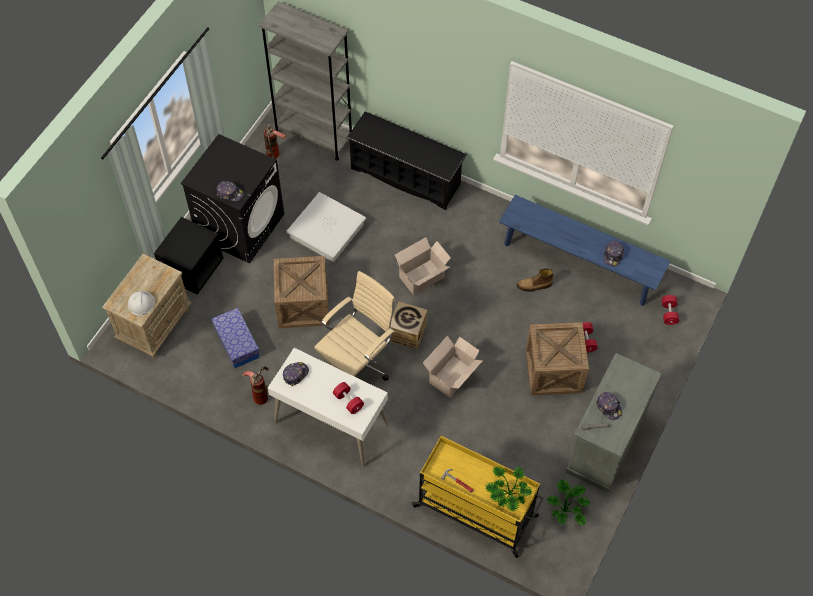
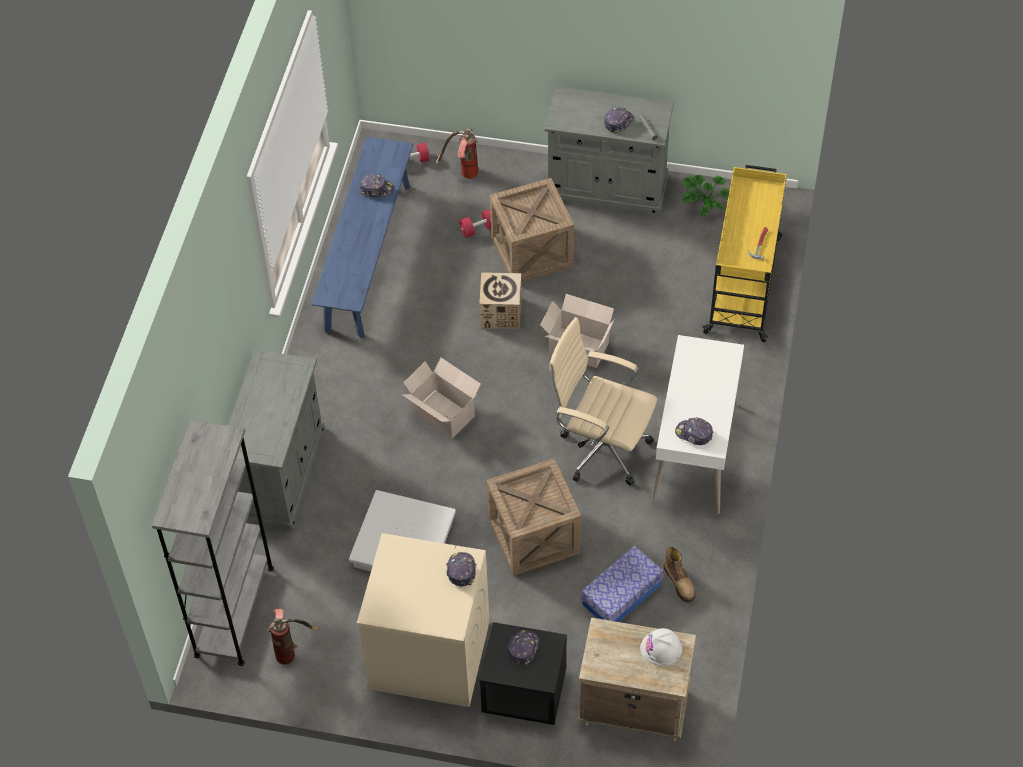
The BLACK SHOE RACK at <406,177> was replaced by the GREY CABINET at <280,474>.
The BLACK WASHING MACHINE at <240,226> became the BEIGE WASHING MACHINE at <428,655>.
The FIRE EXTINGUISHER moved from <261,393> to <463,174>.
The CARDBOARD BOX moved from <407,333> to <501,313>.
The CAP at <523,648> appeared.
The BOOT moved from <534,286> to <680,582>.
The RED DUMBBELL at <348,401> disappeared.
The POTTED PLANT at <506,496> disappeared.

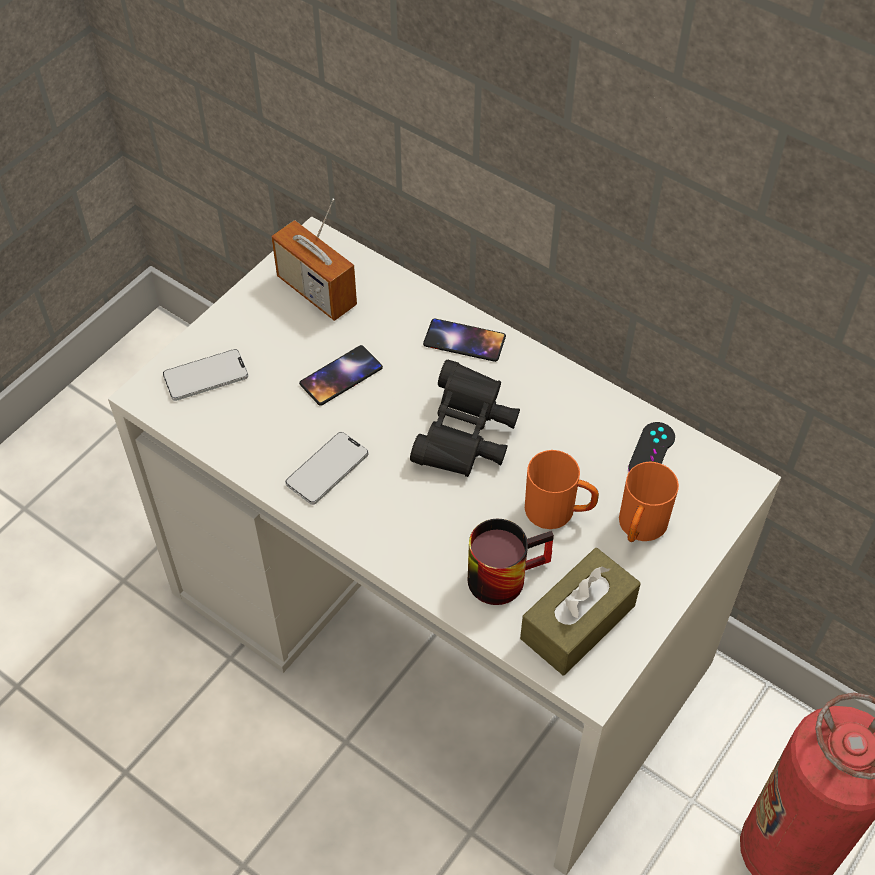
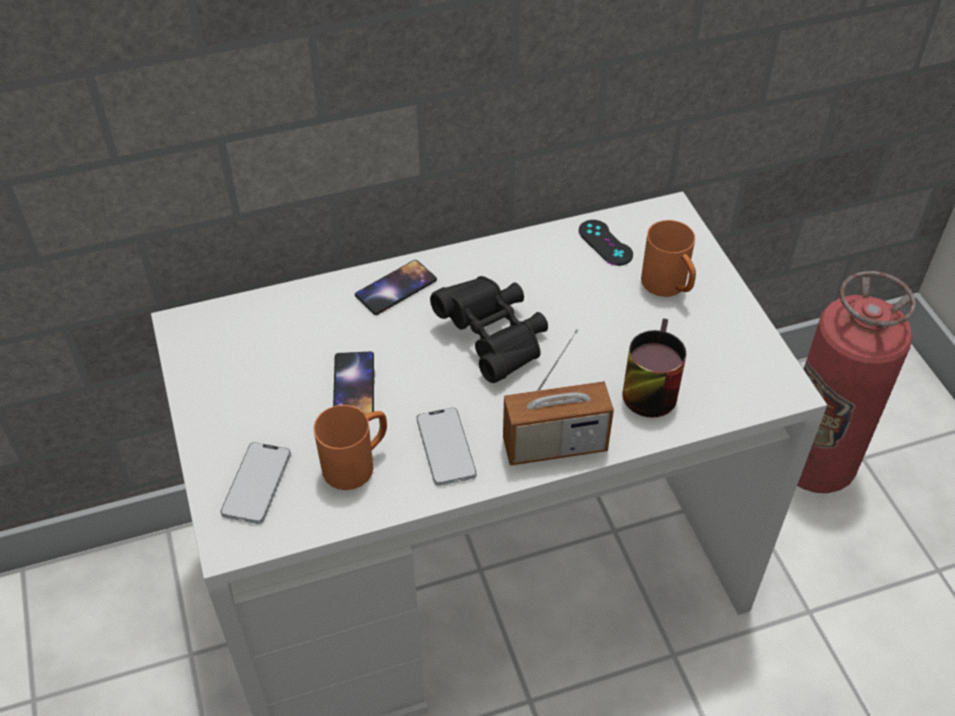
The ORANGE MUG moved from <559,512> to <357,464>.
The RADIO moved from <316,292> to <554,446>.
The BROWN TISSUE BOX at <577,622> disappeared.

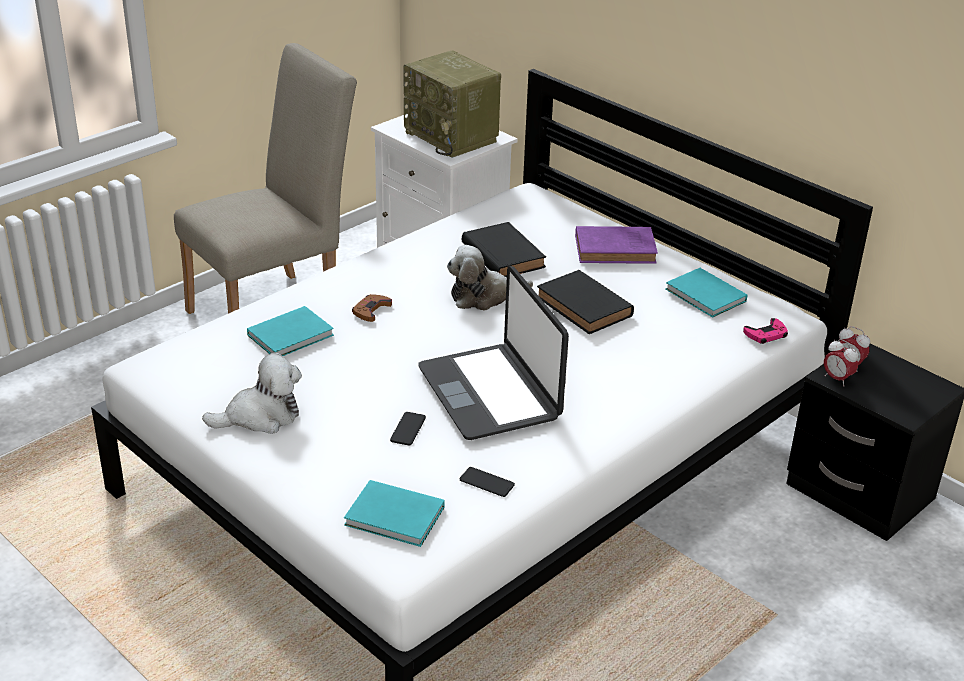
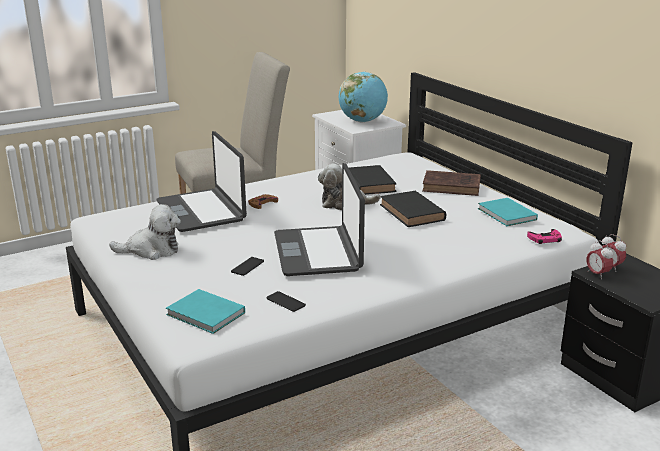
The TURQUOISE BOOK at <293,335> was replaced by the LAPTOP at <202,211>.
The RADIO at <453,137> was replaced by the GLOBE at <362,121>.
The PURPLE BOOK at <617,250> became the BROWN BOOK at <453,187>.

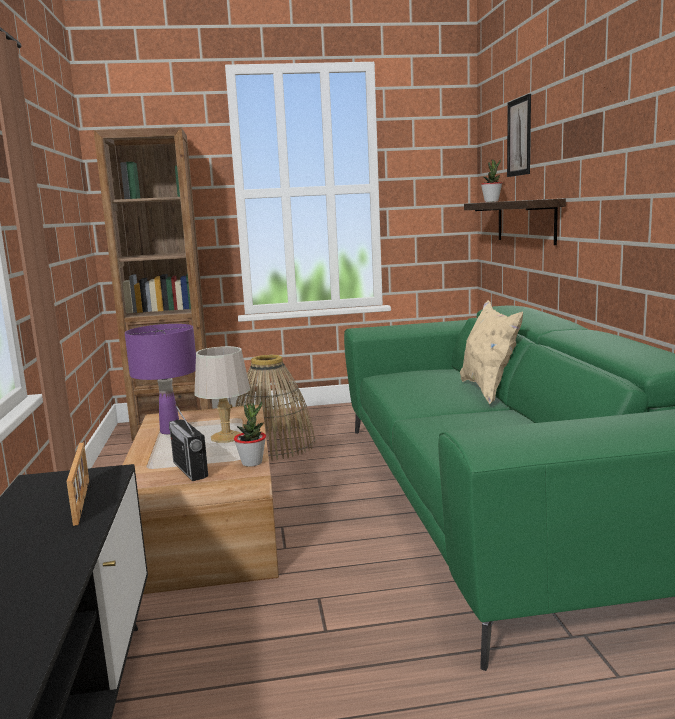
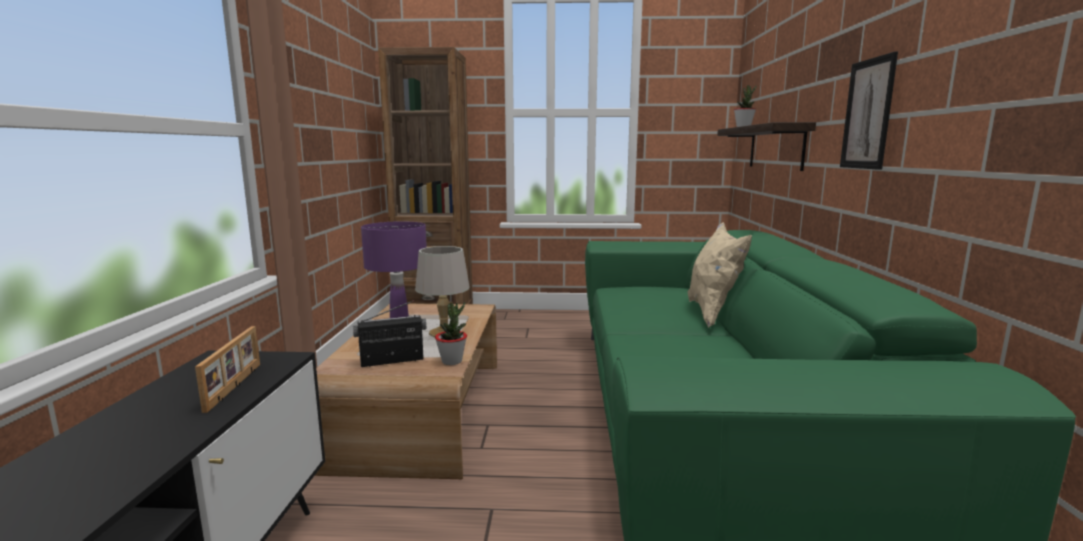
The RADIO at <190,469> turned 90 degrees clockwise.
The PICTURE moved from <519,137> to <867,114>.
The BASKET at <273,445> disappeared.

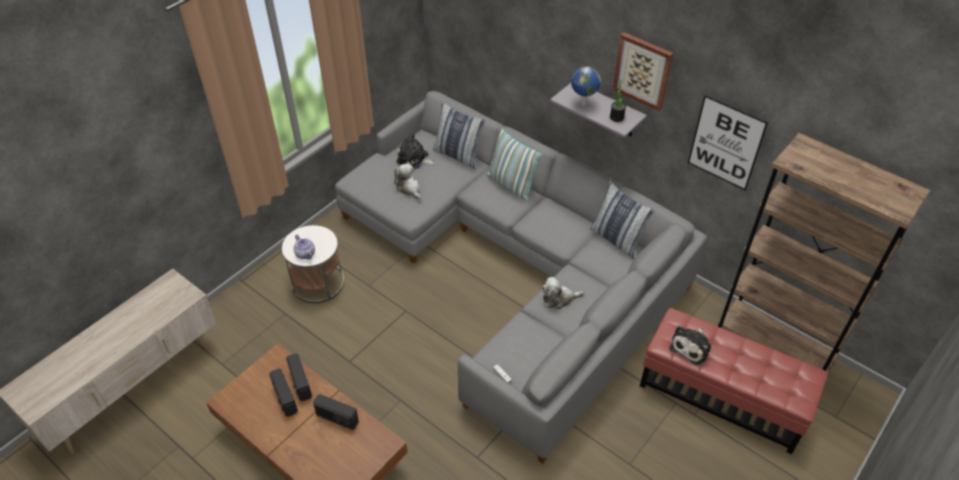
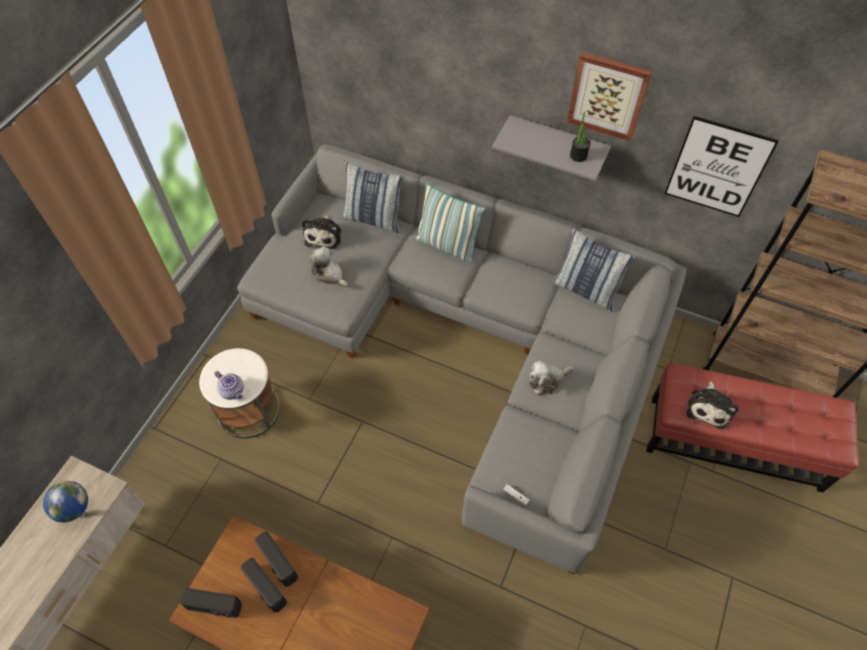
The GLOBE moved from <582,104> to <80,514>.
The RADIO moved from <337,418> to <214,606>.
The PLUSH TOY at <414,159> turned 90 degrees counterclockwise.

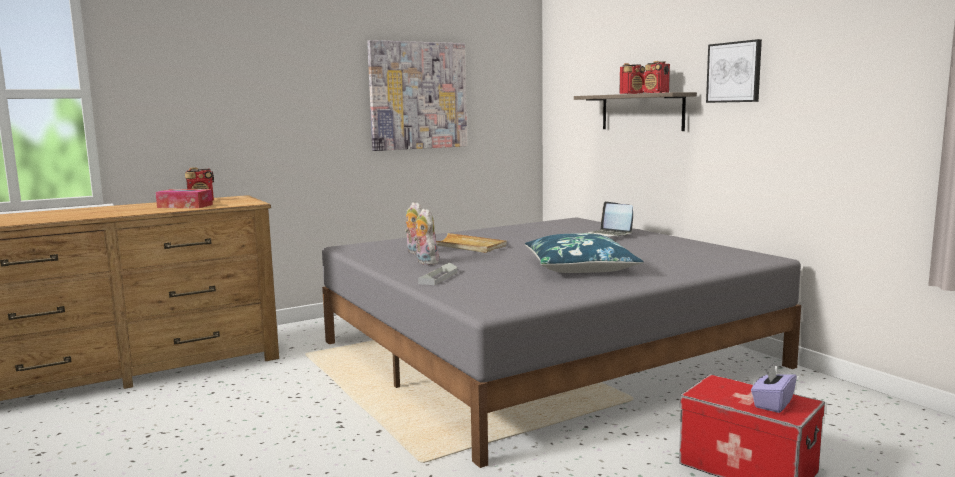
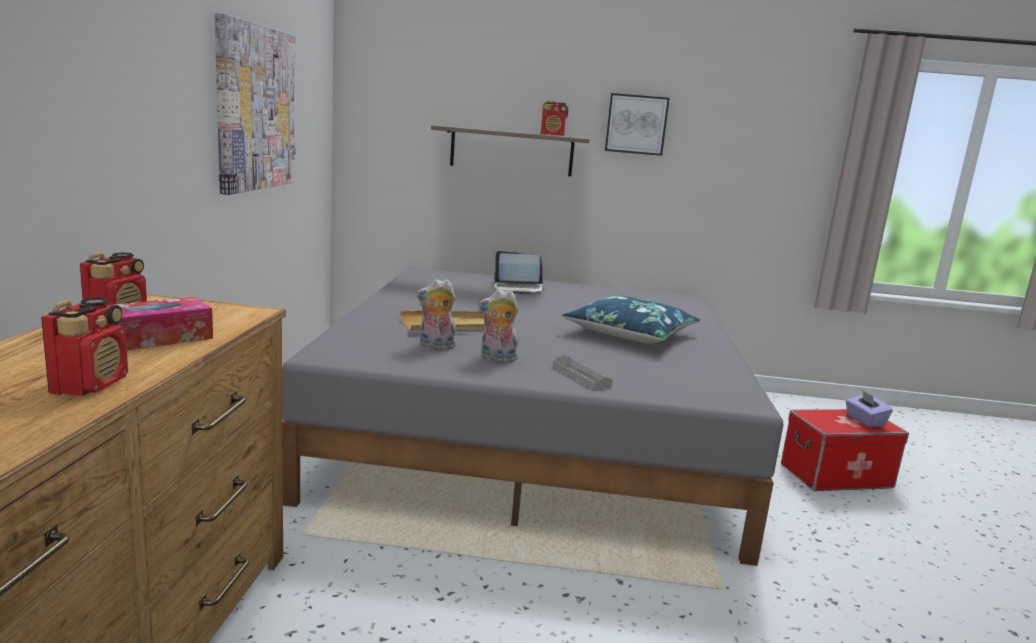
The RADIO moved from <632,93> to <91,384>.

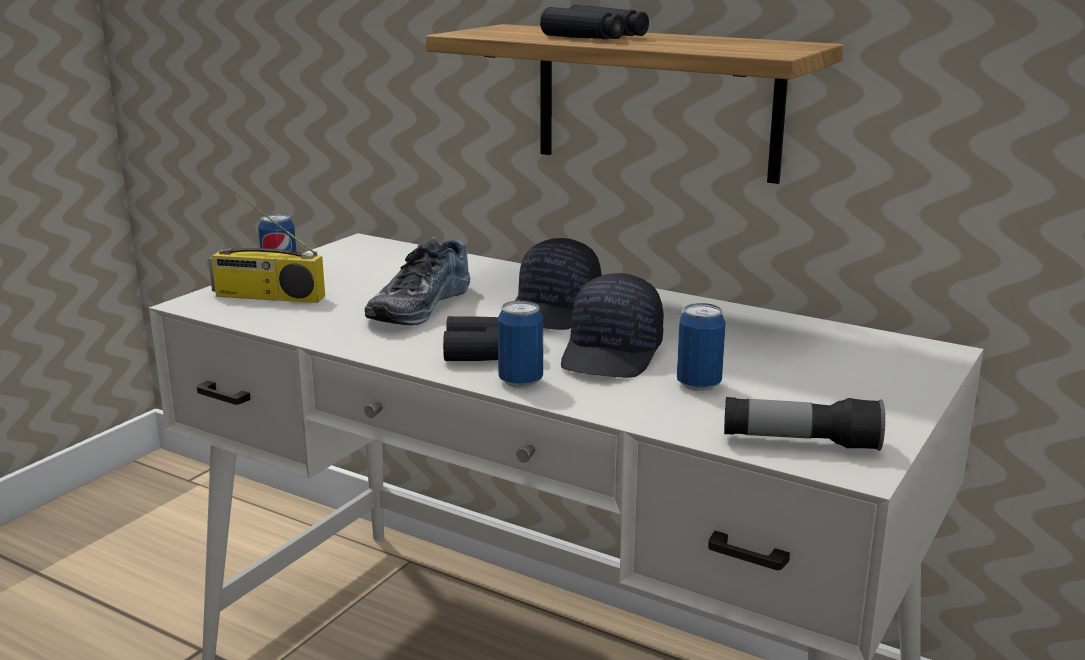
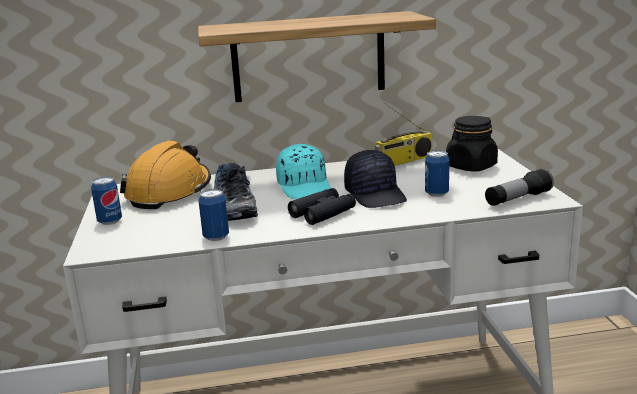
The ORANGE HARD HAT at <169,192> appeared.
The CAN moved from <520,381> to <216,237>.
The BLACK CAP at <554,311> became the TURQUOISE CAP at <305,187>.
The RADIO moved from <267,297> to <403,161>.
The BLACK JAR at <471,166> appeared.
The BLACK BINOCULARS at <595,37> disappeared.

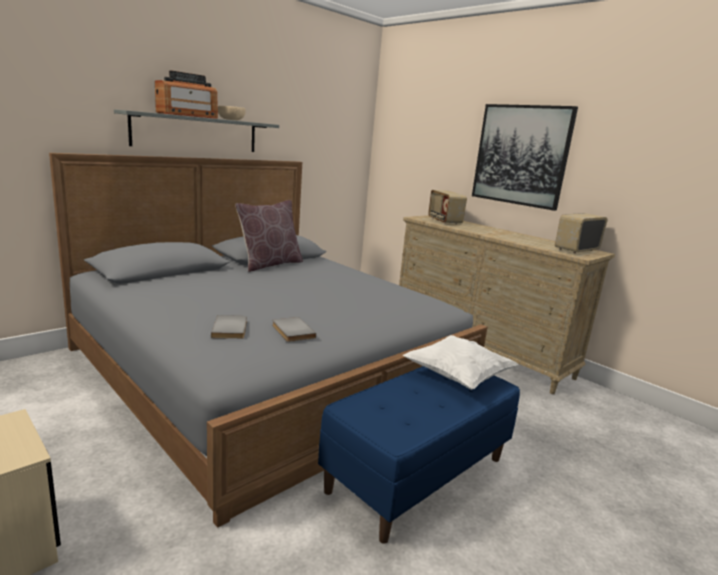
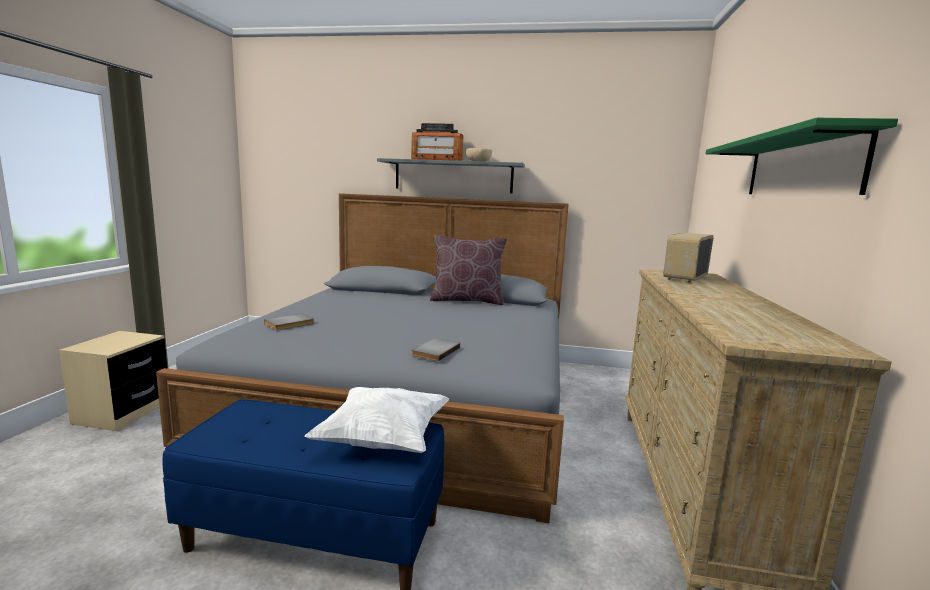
The GREY BOOK moved from <291,331> to <434,351>.
The PICTURE at <521,155> was replaced by the GREEN SHELF at <799,167>.
The RADIO at <576,250> disappeared.

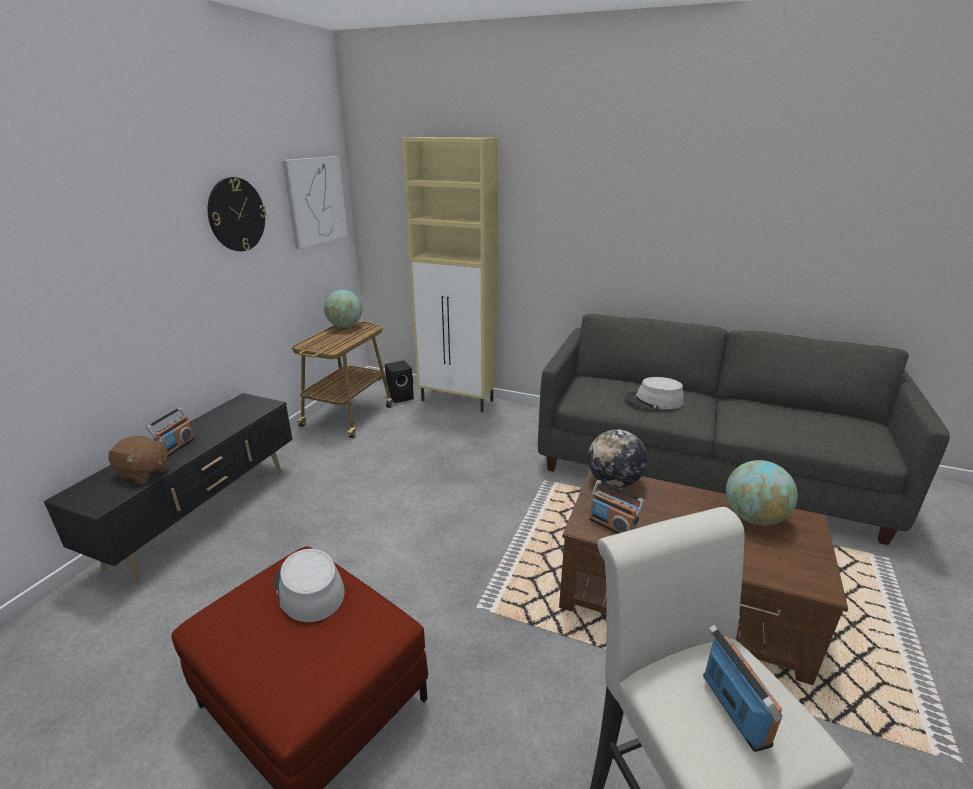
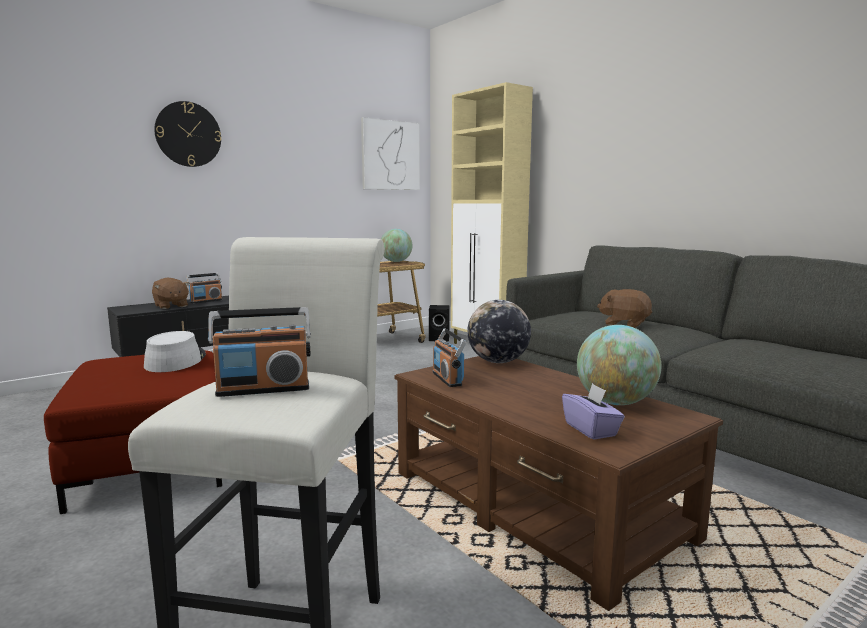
The WALL CLOCK moved from <236,214> to <188,134>.
The RADIO at <734,709> turned 60 degrees clockwise.
The PURPLE TISSUE BOX at <591,429> appeared.
The GREY HAT at <653,401> was replaced by the BROWN PLUSH TOY at <624,324>.

